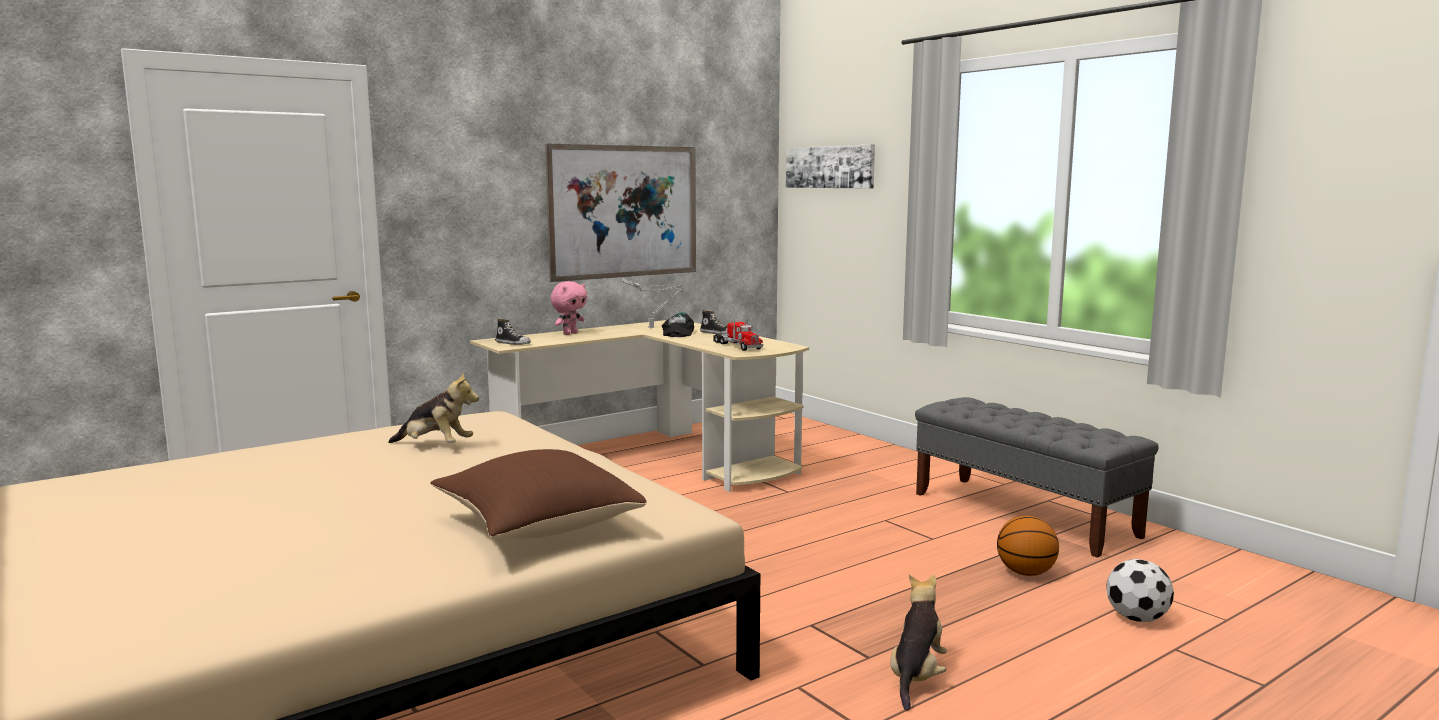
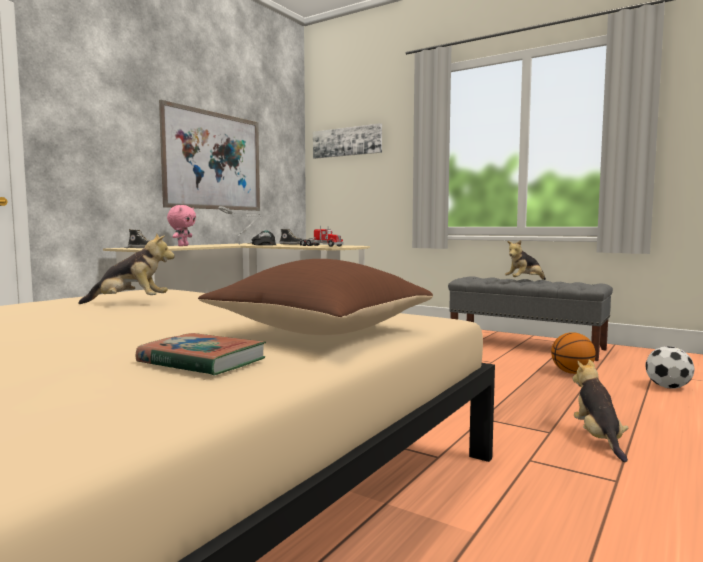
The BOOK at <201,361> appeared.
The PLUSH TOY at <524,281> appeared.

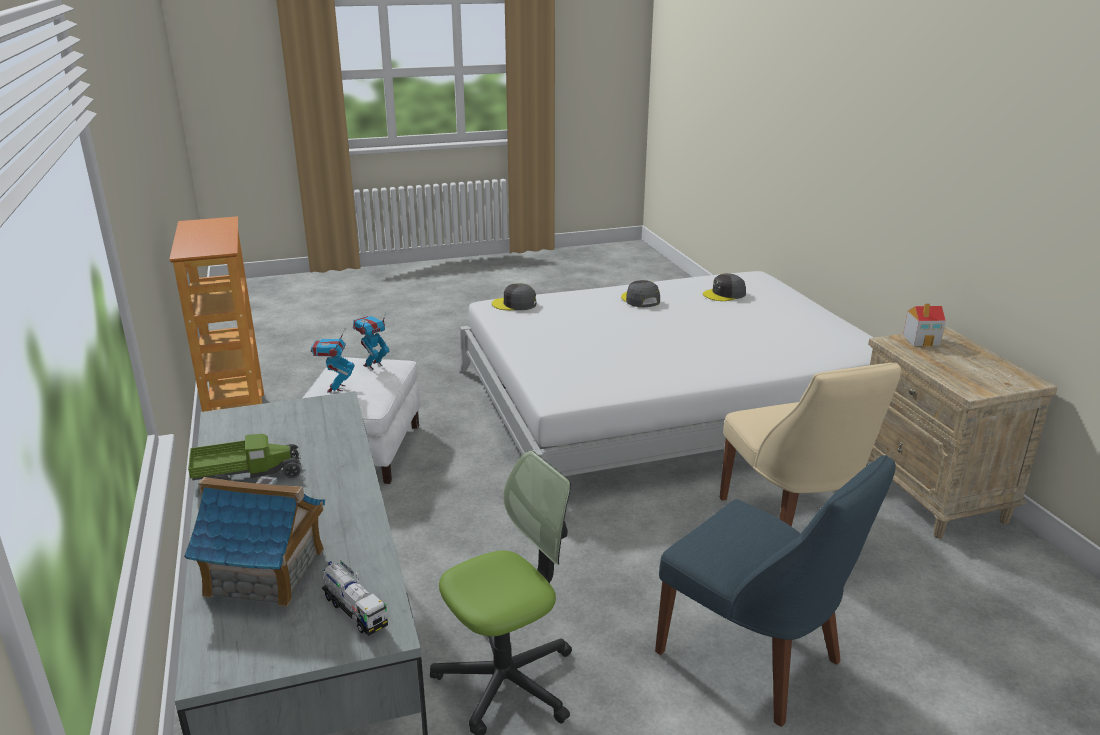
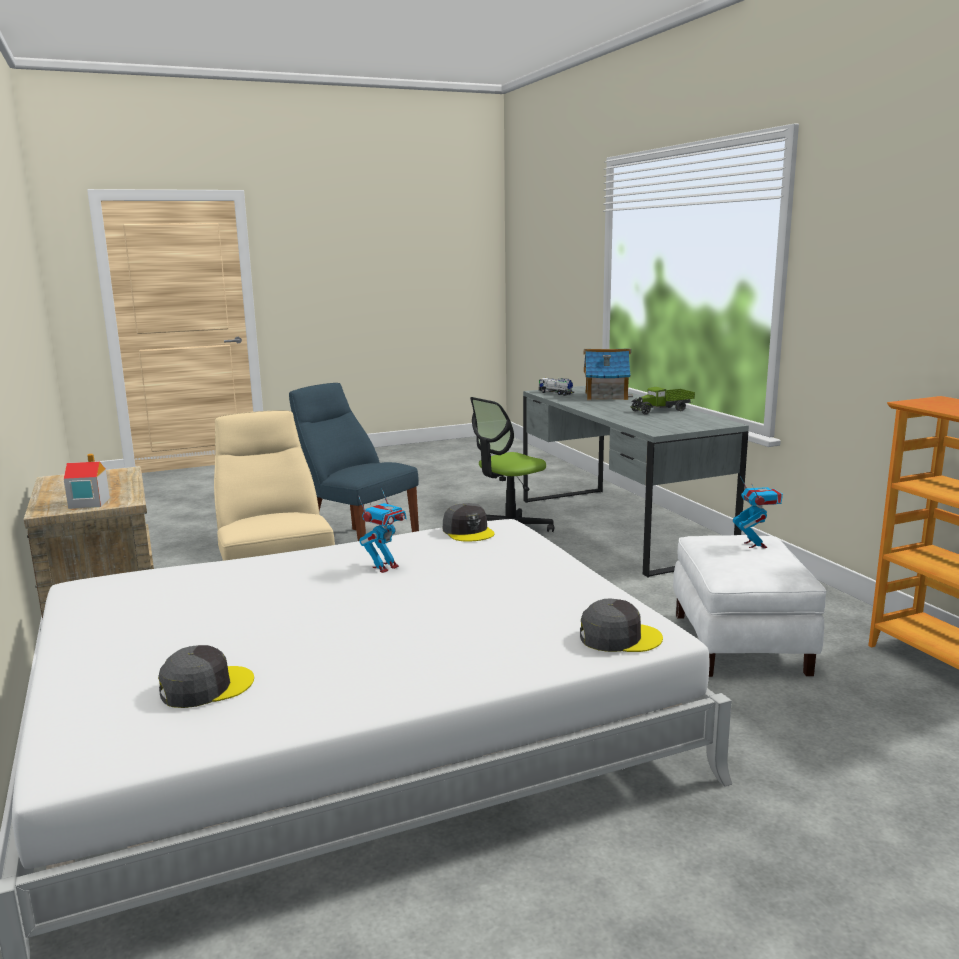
The TOY ROBOT moved from <373,365> to <385,567>.
The GREY CAP moved from <640,299> to <468,531>.

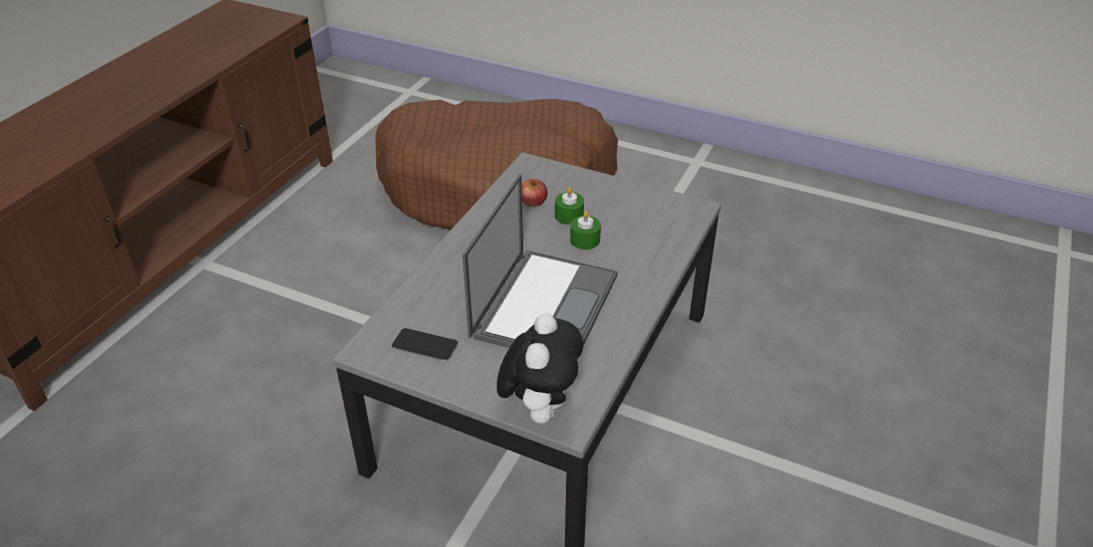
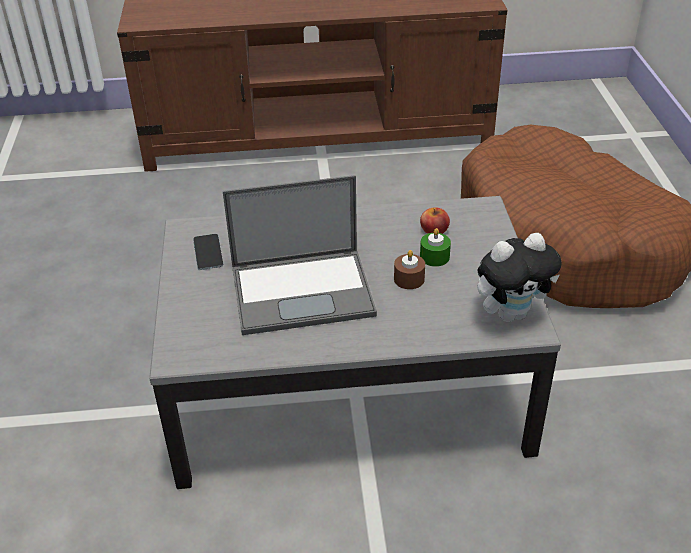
The GREEN CANDLE at <585,240> became the BROWN CANDLE at <409,279>.
The PLUSH TOY moved from <540,408> to <511,313>.

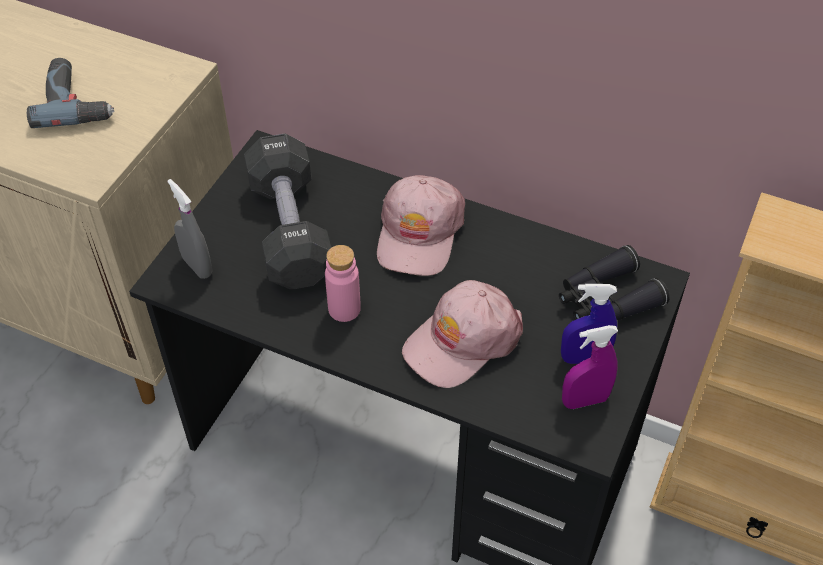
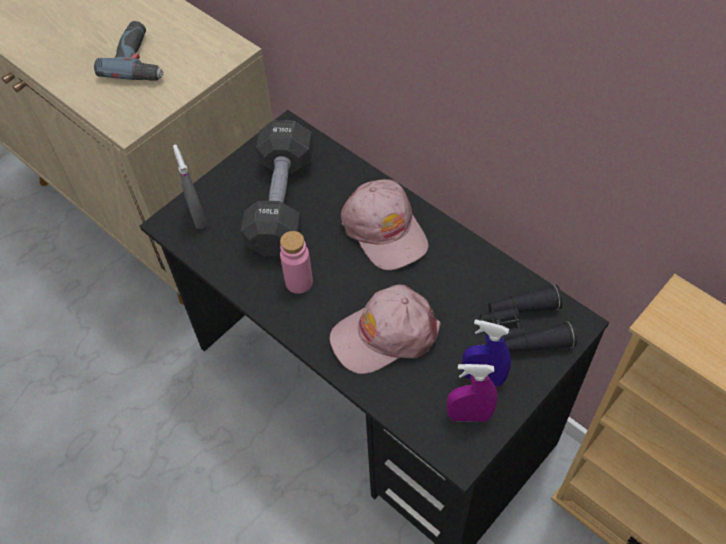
The PINK CAP at <419,233> turned 60 degrees counterclockwise.

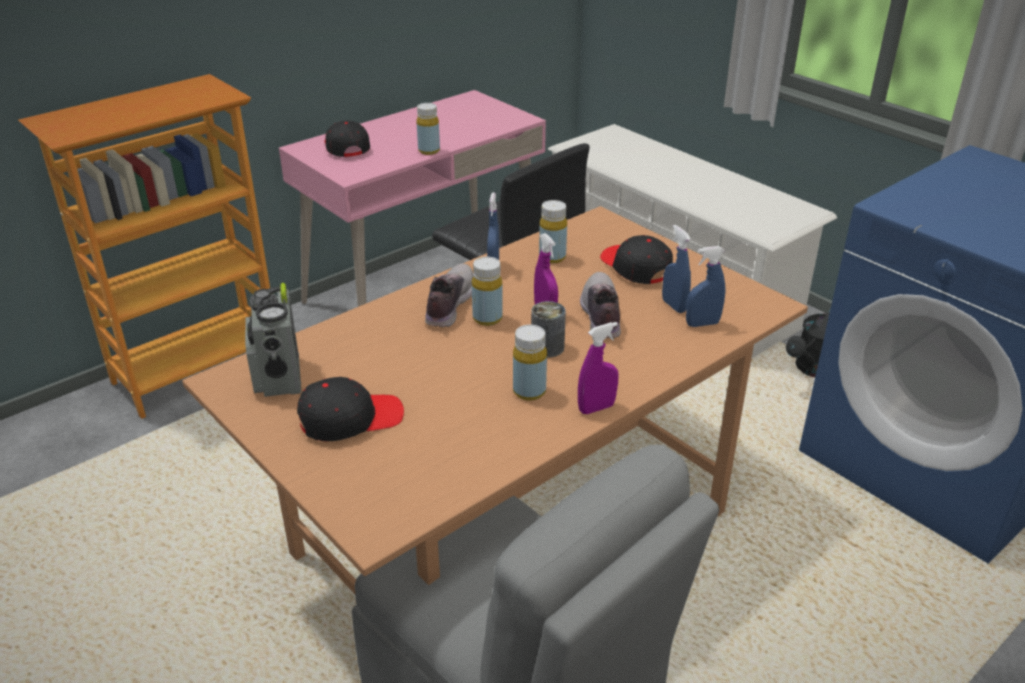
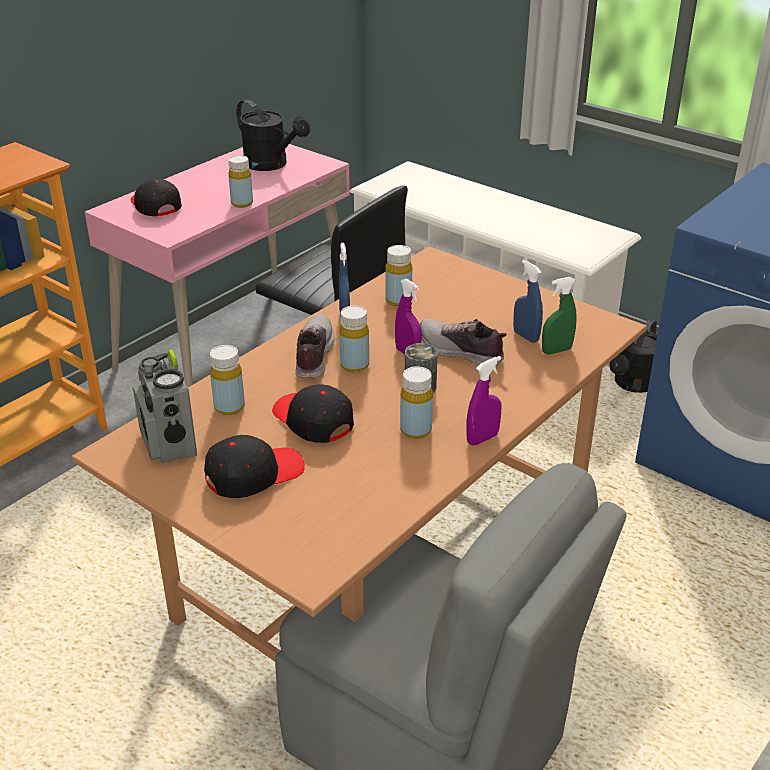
The YELLOW BOTTLE at <229,407> appeared.
The BLACK WATERING CAN at <271,165> appeared.
The BLACK CAP moved from <635,267> to <313,420>.
The SHOE at <600,315> turned 45 degrees counterclockwise.
The BLUE SPRAY BOTTLE at <702,324> became the GREEN SPRAY BOTTLE at <556,351>.

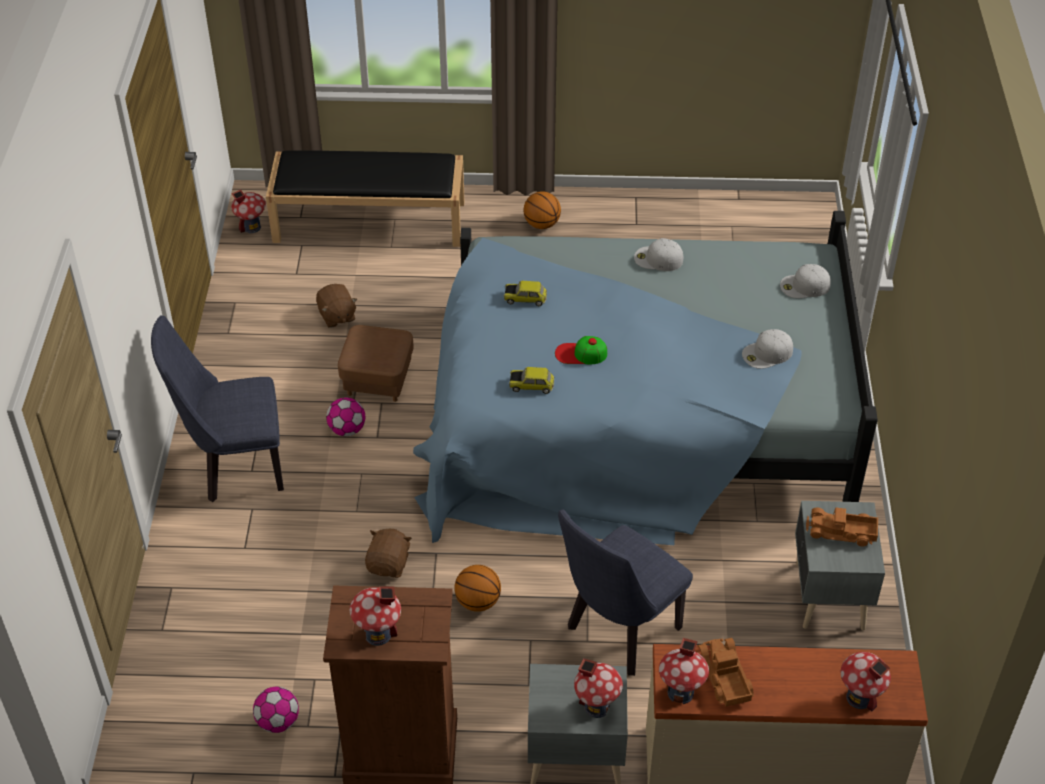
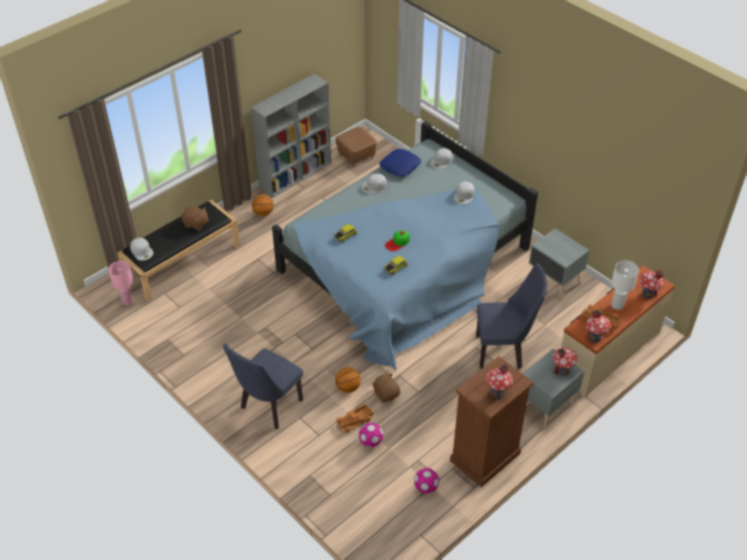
The TOY HOUSE at <251,227> was replaced by the PINK TABLE LAMP at <127,301>.
The WHITE CAP at <142,251> appeared.
The BROWN PLUSH TOY moved from <336,316> to <196,224>.
The GREY BOOKCASE at <296,175> appeared.
The BASKETBALL moved from <478,601> to <348,387>.
The BROWN OTTOMAN moved from <378,380> to <356,156>.
The TOY TRUCK moved from <841,532> to <355,421>.
The FOOTBALL moved from <347,430> to <371,441>.
The BLUE PILLOW at <400,166> appeared.
The BLUE CHAIR at <618,634> turned 90 degrees counterclockwise.
The WHITE TABLE LAMP at <617,305> appeared.

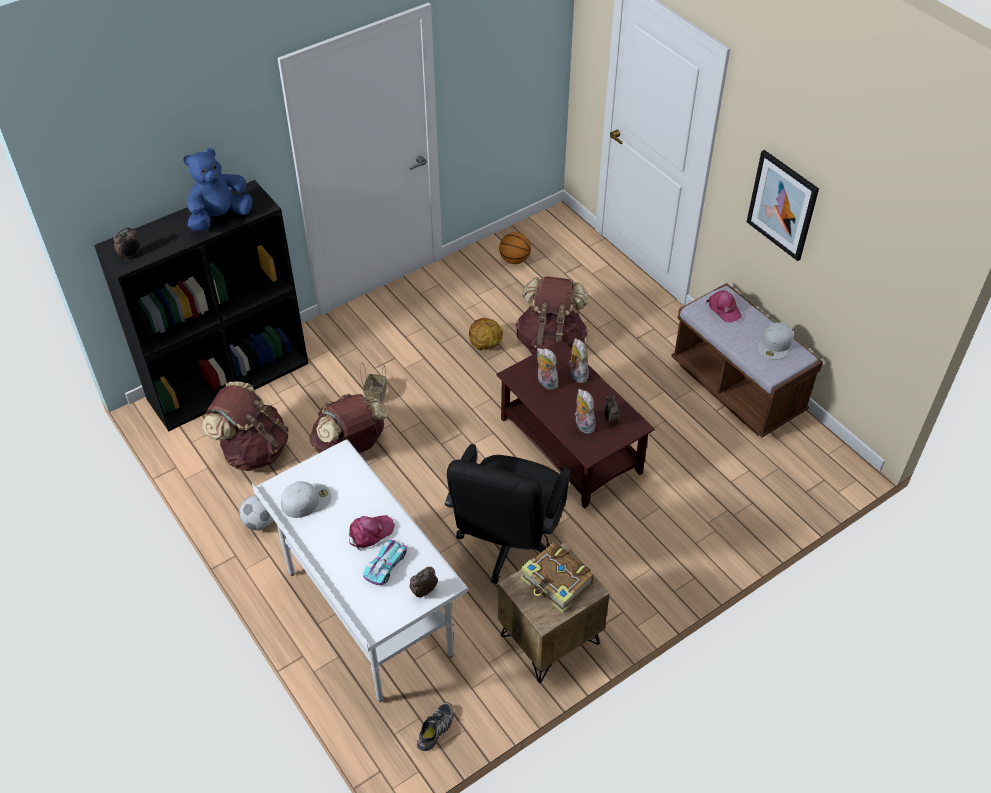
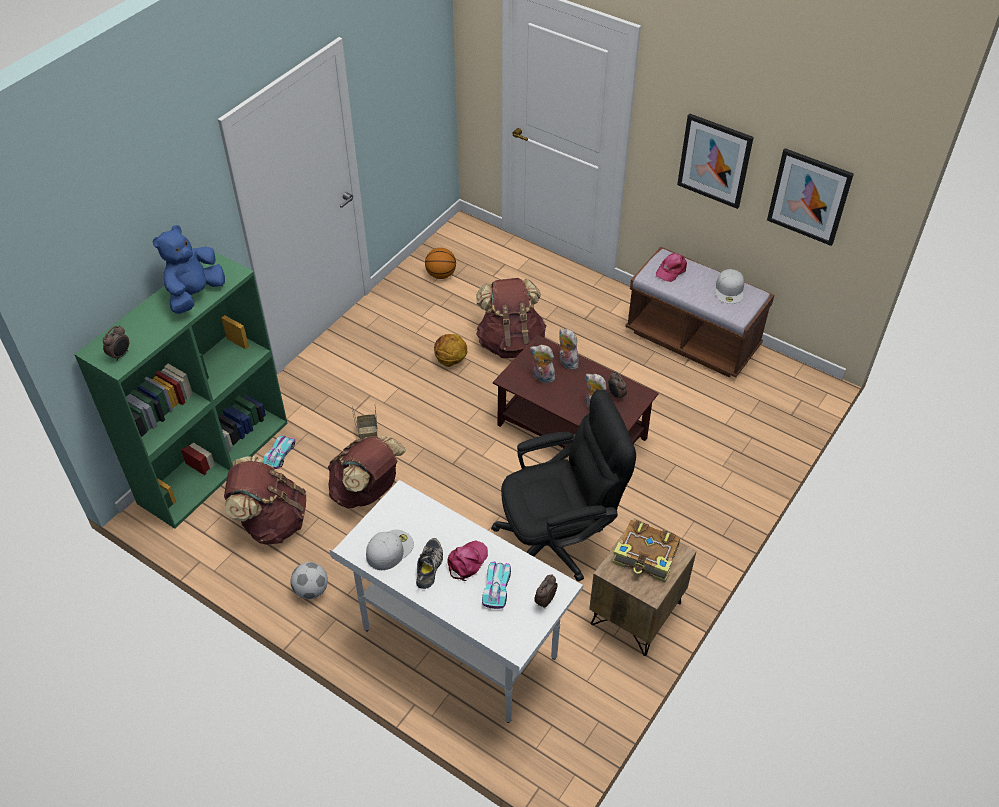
The BLACK BOOKCASE at <229,380> became the GREEN BOOKCASE at <214,461>.
The TOY CAR at <279,454> appeared.
The SHOE moved from <436,729> to <430,566>.
The BLACK OFFICE CHAIR at <508,546> turned 105 degrees counterclockwise.
The PINK CAP at <724,309> turned 90 degrees clockwise.
The PICTURE at <809,196> appeared.

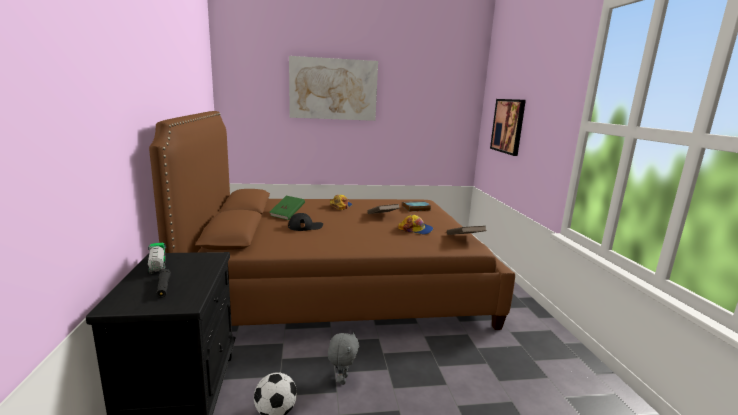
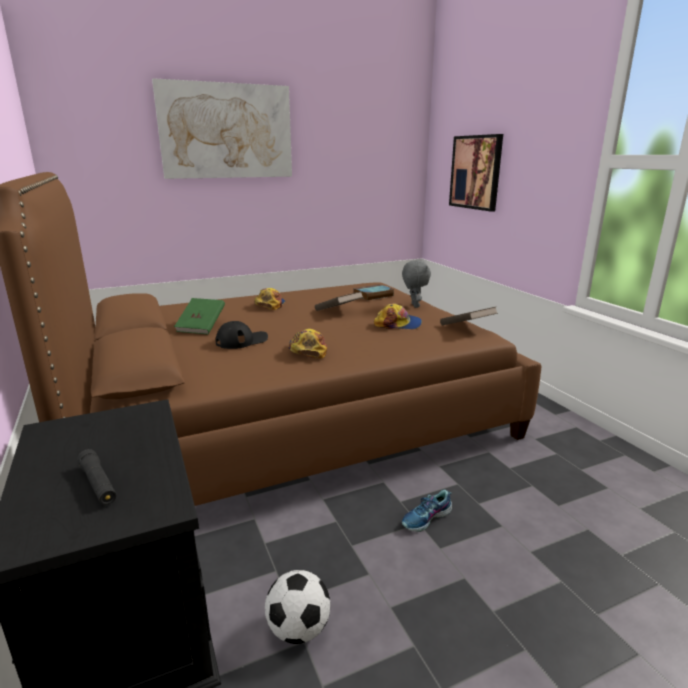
The CAP at <308,350> appeared.
The GREY PLUSH TOY moved from <342,379> to <414,306>.
The SHOE at <427,518> appeared.
The TOY TRUCK at <157,266> disappeared.

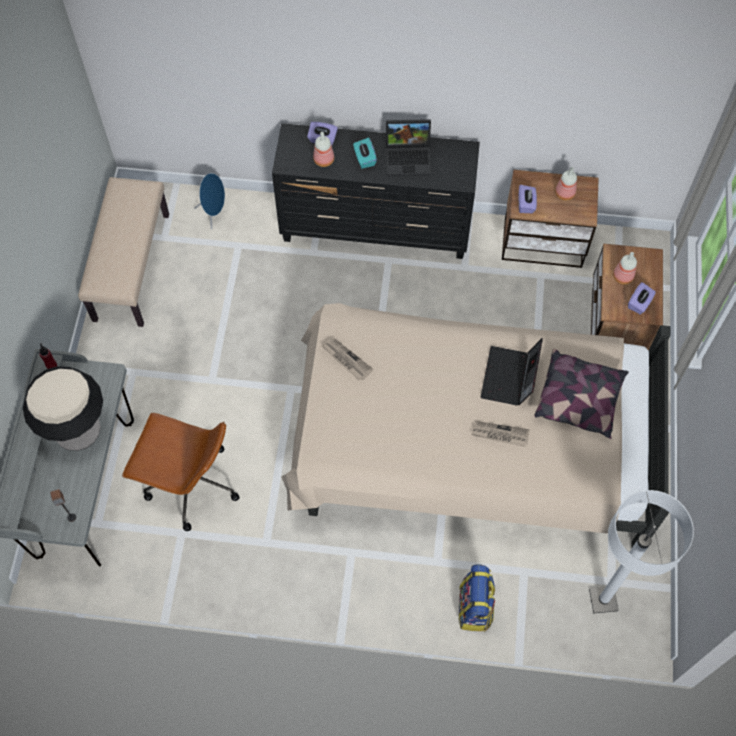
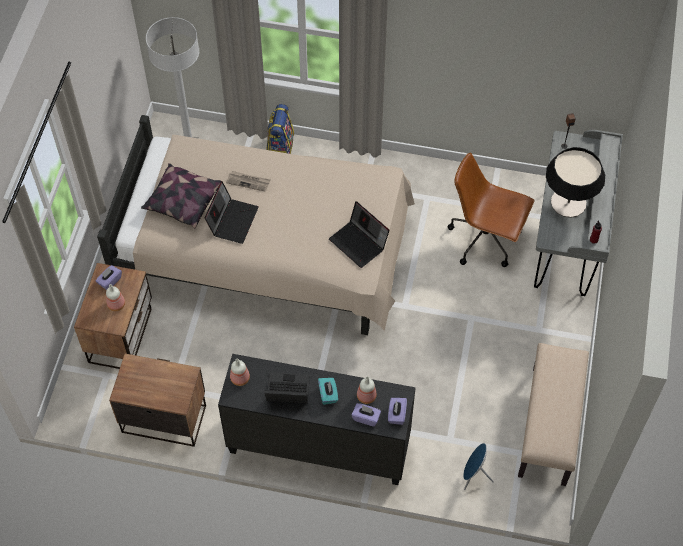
The BOTTLE moved from <565,194> to <240,378>.
The NEWSPAPER at <346,360> was replaced by the LAPTOP at <359,243>.
The PURPLE TISSUE BOX moved from <526,204> to <396,414>.

